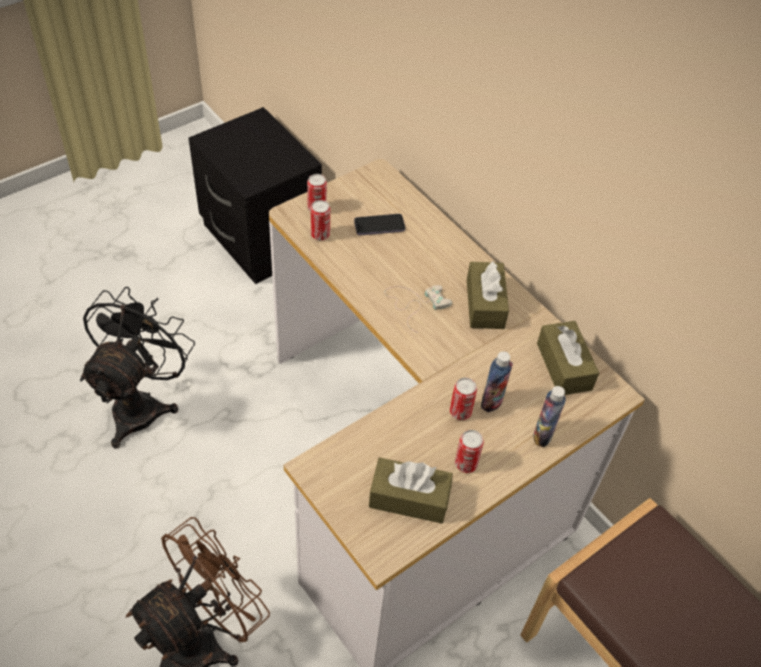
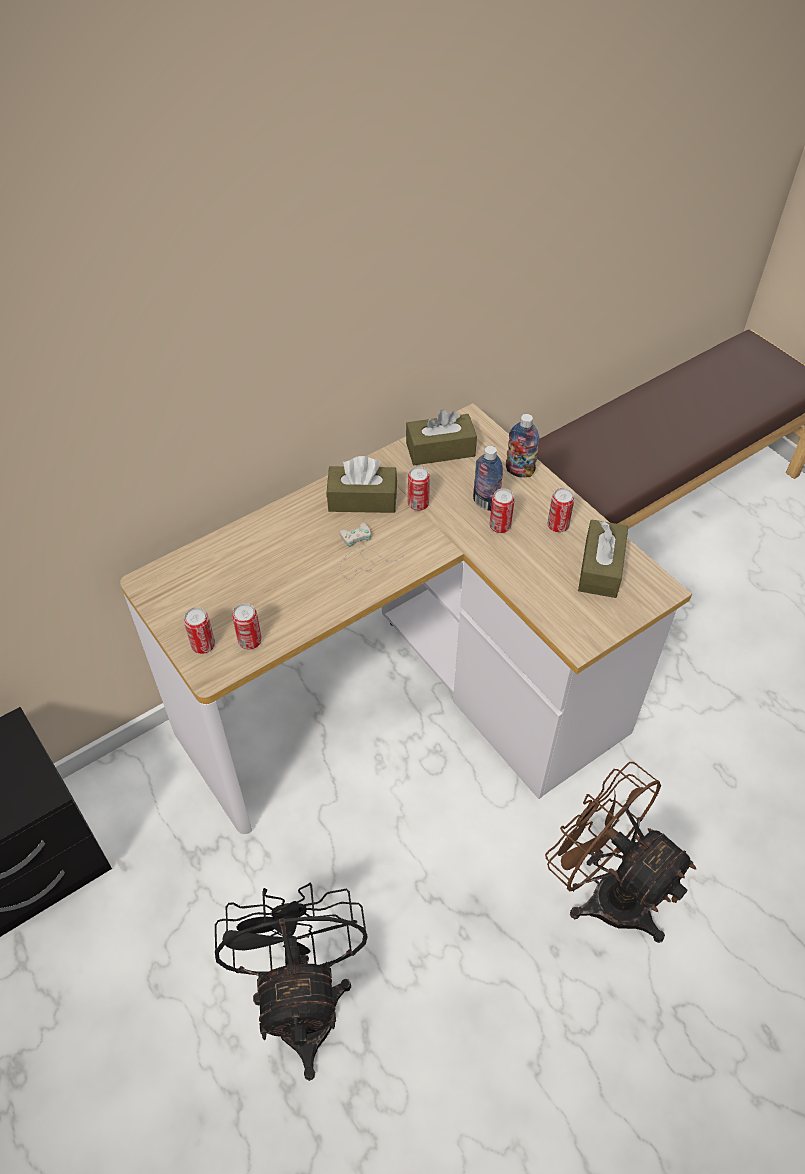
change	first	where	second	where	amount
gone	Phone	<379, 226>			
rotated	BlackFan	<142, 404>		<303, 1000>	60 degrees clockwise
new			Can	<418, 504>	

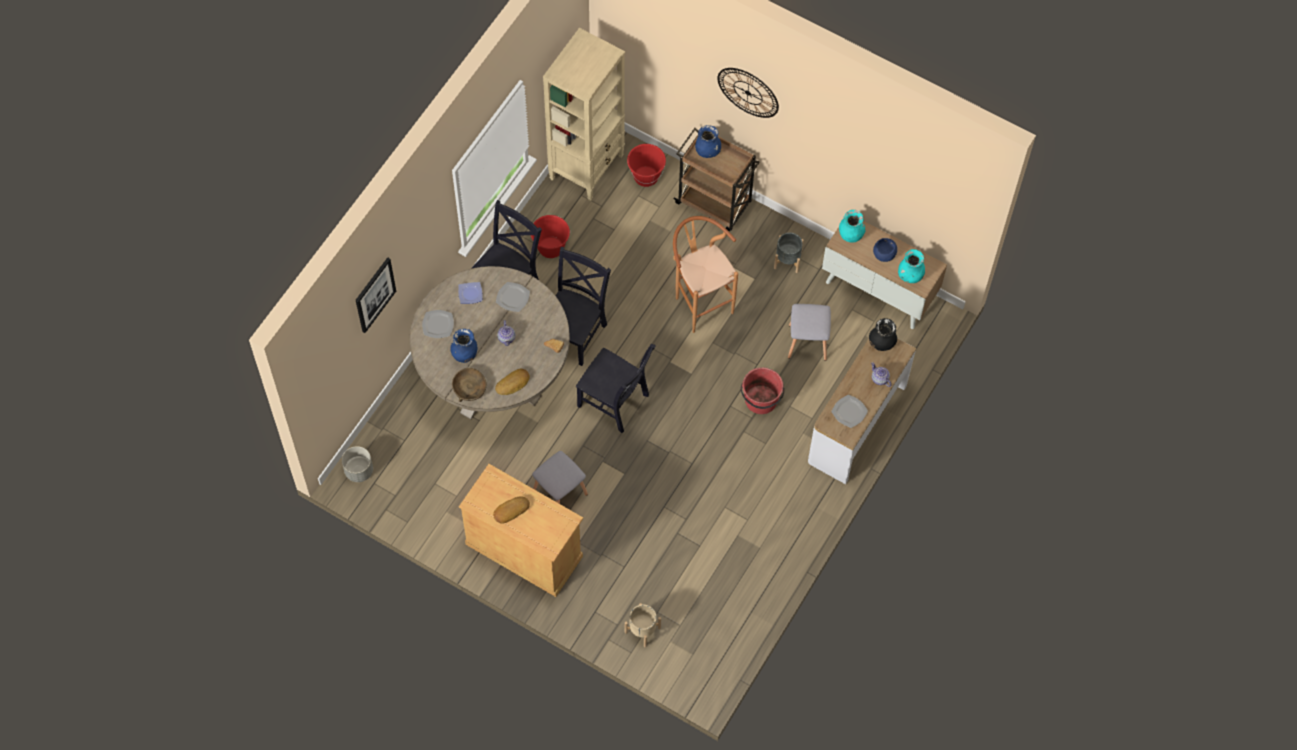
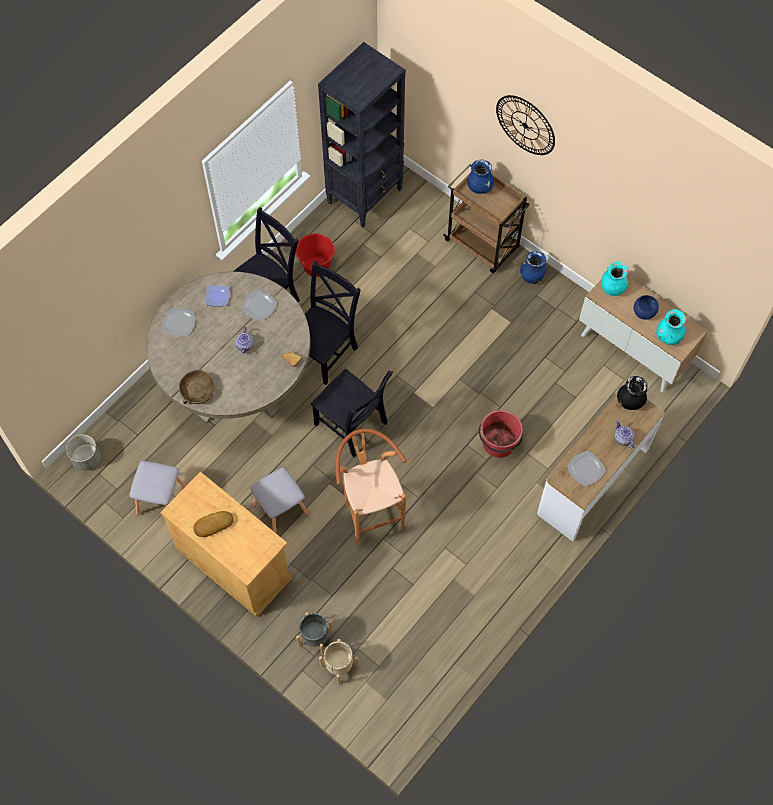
change	first	where	second	where	amount
repainted	BeigeBookcase	<587, 167>	BlackBookcase	<365, 195>	
gone	RedBucket	<646, 176>			
shifted	BrownStool	<700, 302>		<370, 512>	
shifted	GreyPlanter	<787, 260>		<315, 637>	
gone	Picture	<374, 294>			
shifted	GreyStool	<806, 342>		<160, 500>	
shifted	BlueVase	<465, 353>		<532, 276>	
gone	Bread	<513, 384>			

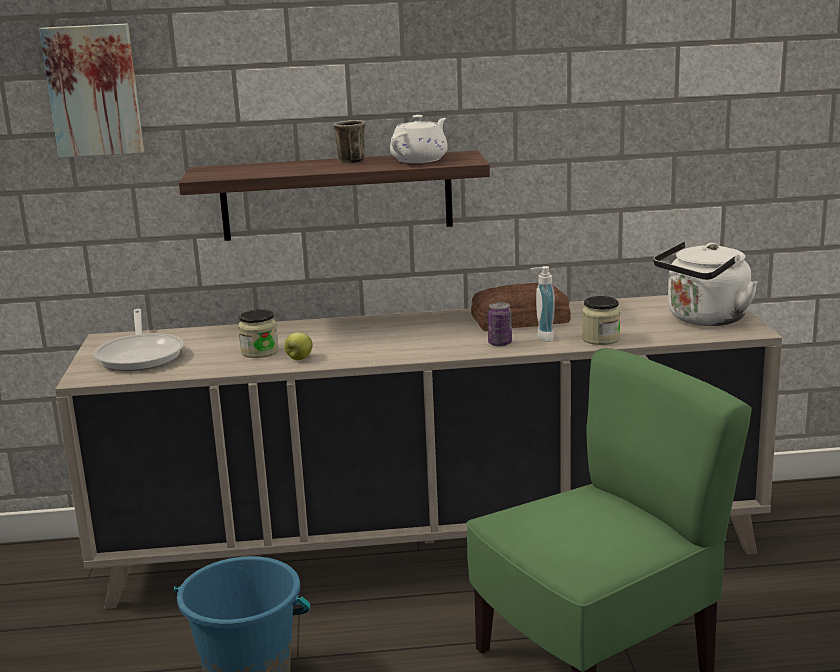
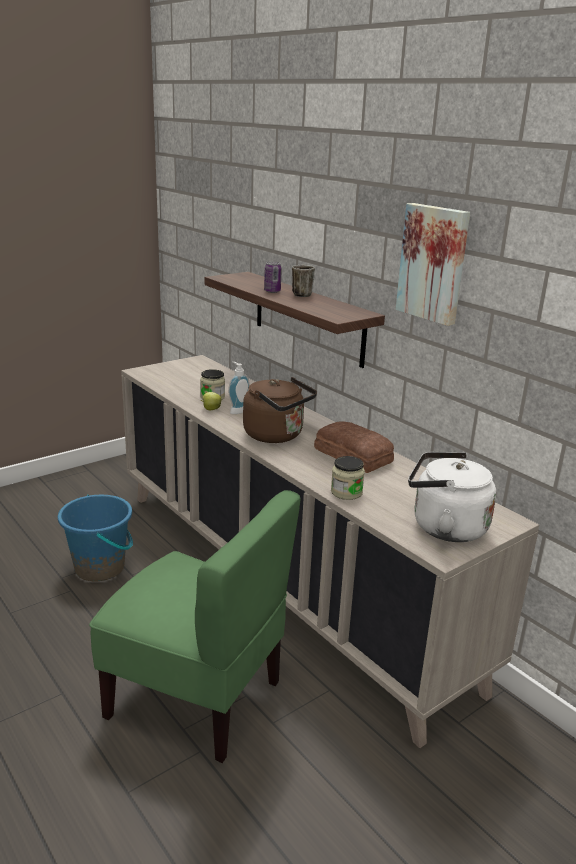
change	first	where	second	where	amount
shifted	Picture	<94, 90>		<434, 263>	
gone	WhiteTeapot	<420, 160>			
shifted	SoapDispenser	<542, 337>		<237, 410>	
shifted	Can	<500, 343>		<272, 291>	
gone	FryingPan	<141, 355>			
new			BrownKettle	<277, 435>	

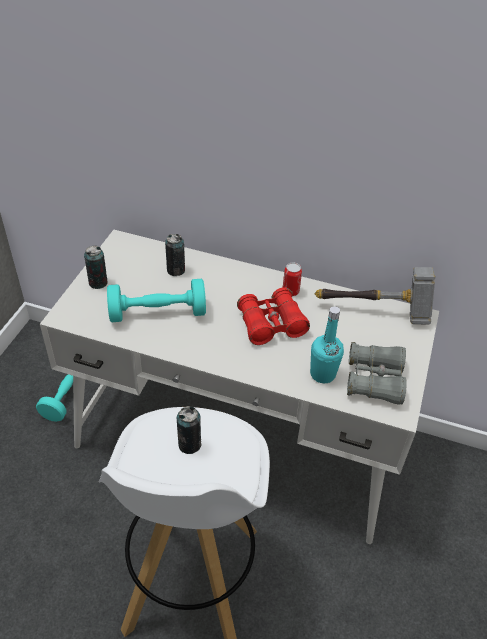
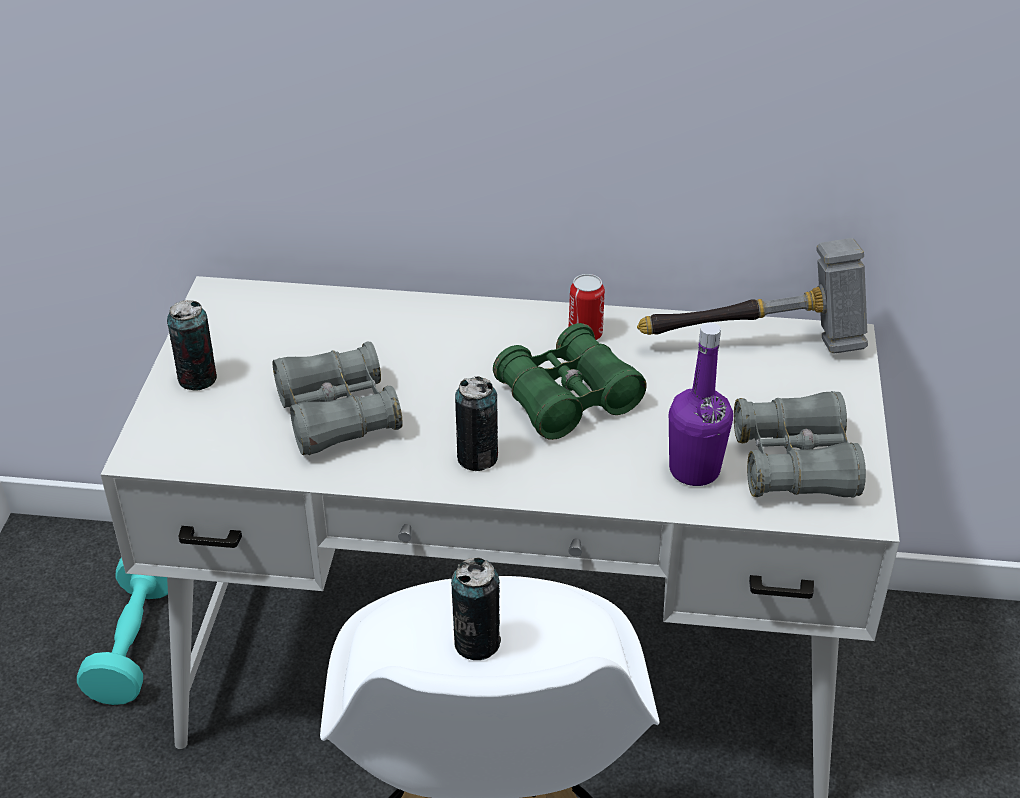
change	first	where	second	where	amount
shifted	Can	<176, 270>		<477, 457>	
swapped	TurquoiseDumbbell	<157, 313>	GreyBinoculars	<337, 415>	
repainted	RedBinoculars	<271, 324>	GreenBinoculars	<567, 398>	
repainted	TurquoiseBottle	<322, 374>	PurpleBottle	<694, 470>	

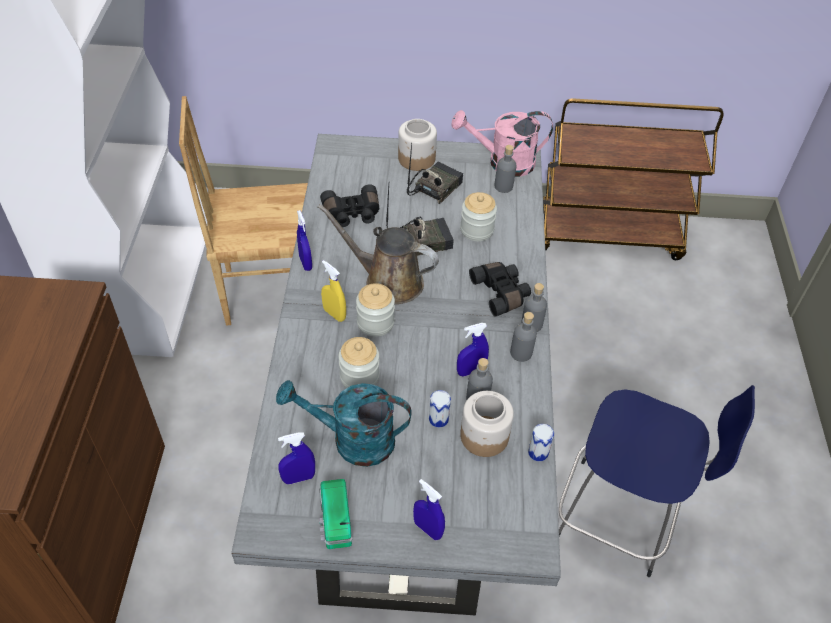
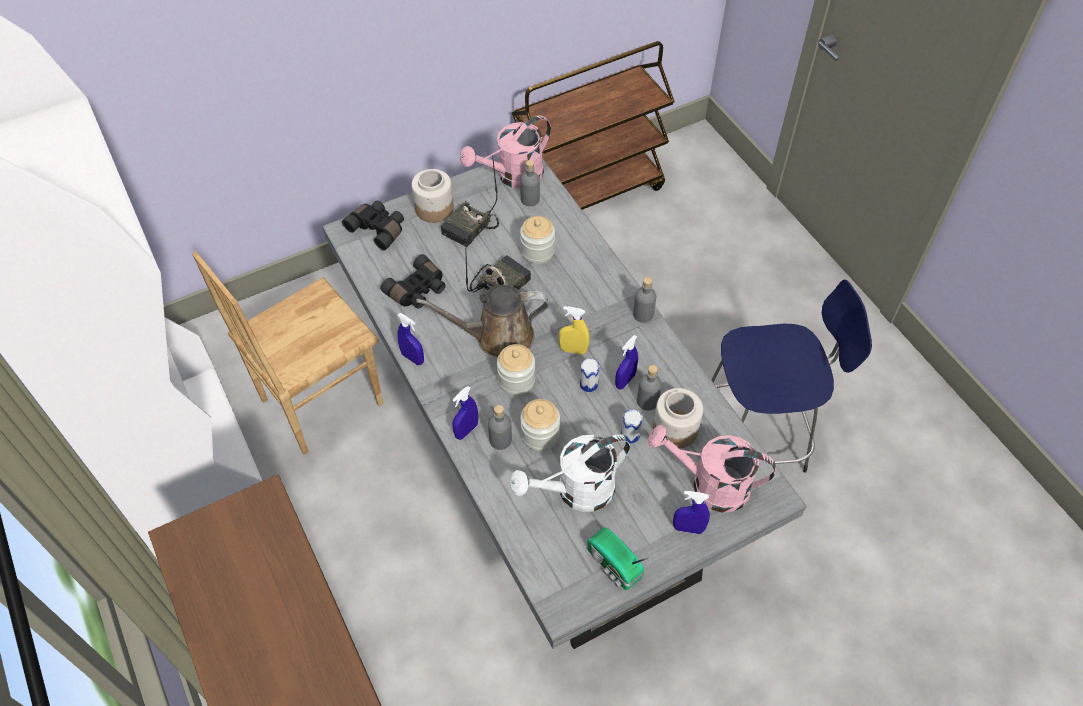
change	first	where	second	where	amount
rotated	Radio	<434, 187>		<470, 229>	150 degrees counterclockwise
shifted	YellowSprayBottle	<334, 314>		<573, 350>	
shifted	BlackBinoculars	<501, 293>		<378, 229>	
shifted	GreyBottle	<521, 353>		<500, 440>	
repainted	TurquoiseWateringCan	<352, 440>	WhiteWateringCan	<576, 492>	
shifted	Can	<538, 452>		<588, 384>	
shifted	BlueSprayBottle	<298, 478>		<466, 430>	
new			PinkWateringCan	<709, 485>	

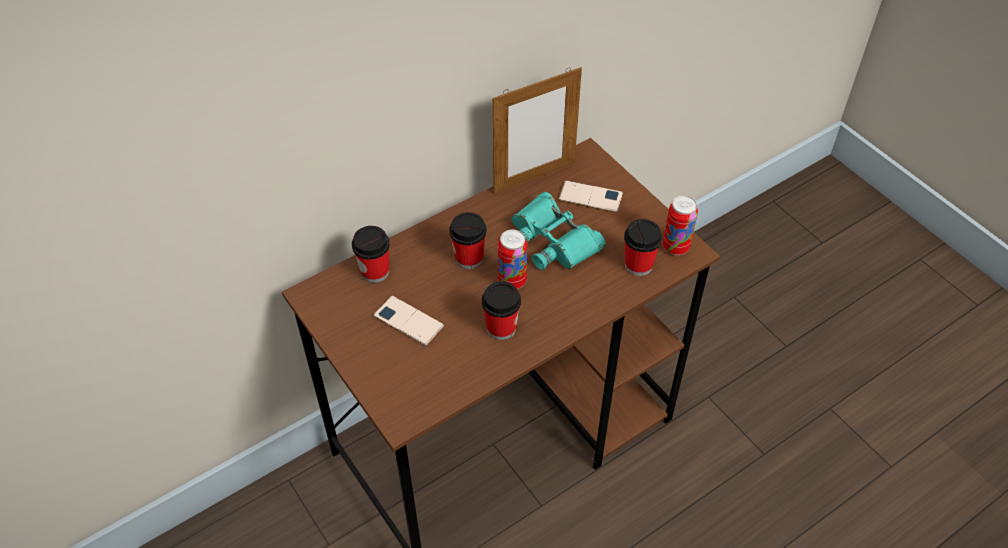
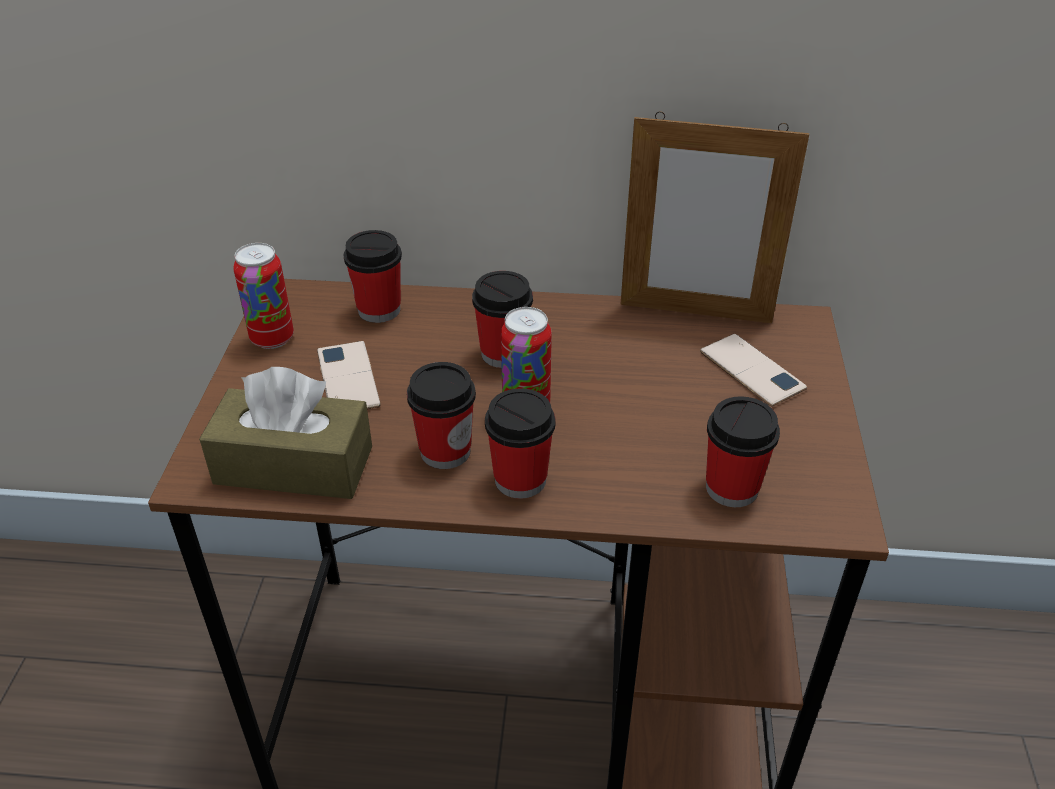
change	first	where	second	where	amount
gone	TurquoiseBinoculars	<552, 240>			
shifted	Can	<675, 247>		<272, 338>	
new			BrownTissueBox	<294, 465>	
new			Cup	<520, 479>	

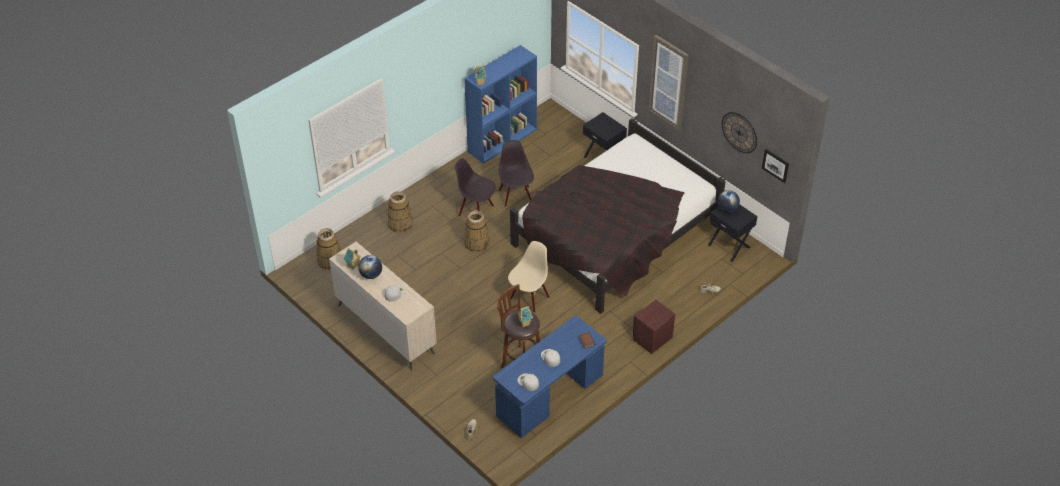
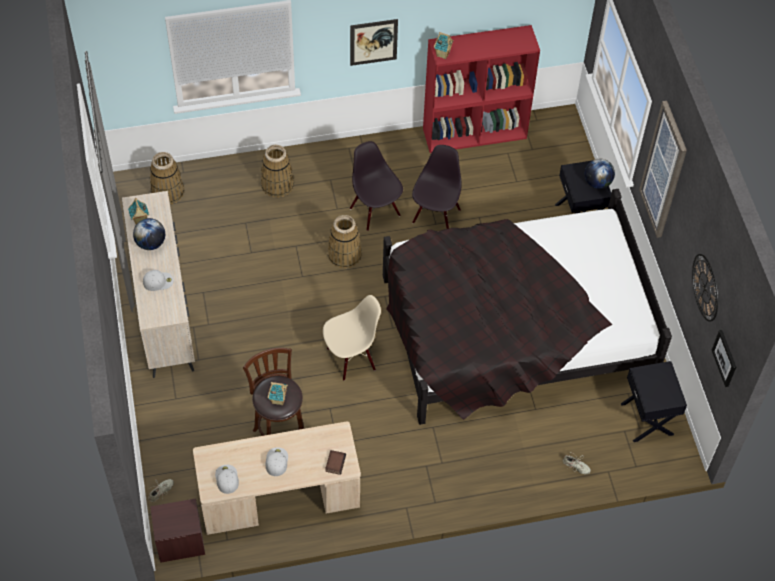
change	first	where	second	where	amount
repainted	BlueBookcase	<502, 140>	RedBookcase	<475, 133>	
shifted	Globe	<727, 209>		<597, 182>	
shifted	BrownNightstand	<652, 338>		<180, 542>	
repainted	BlueDesk	<550, 396>	BeigeDesk	<279, 500>	
new			Picture	<373, 42>	

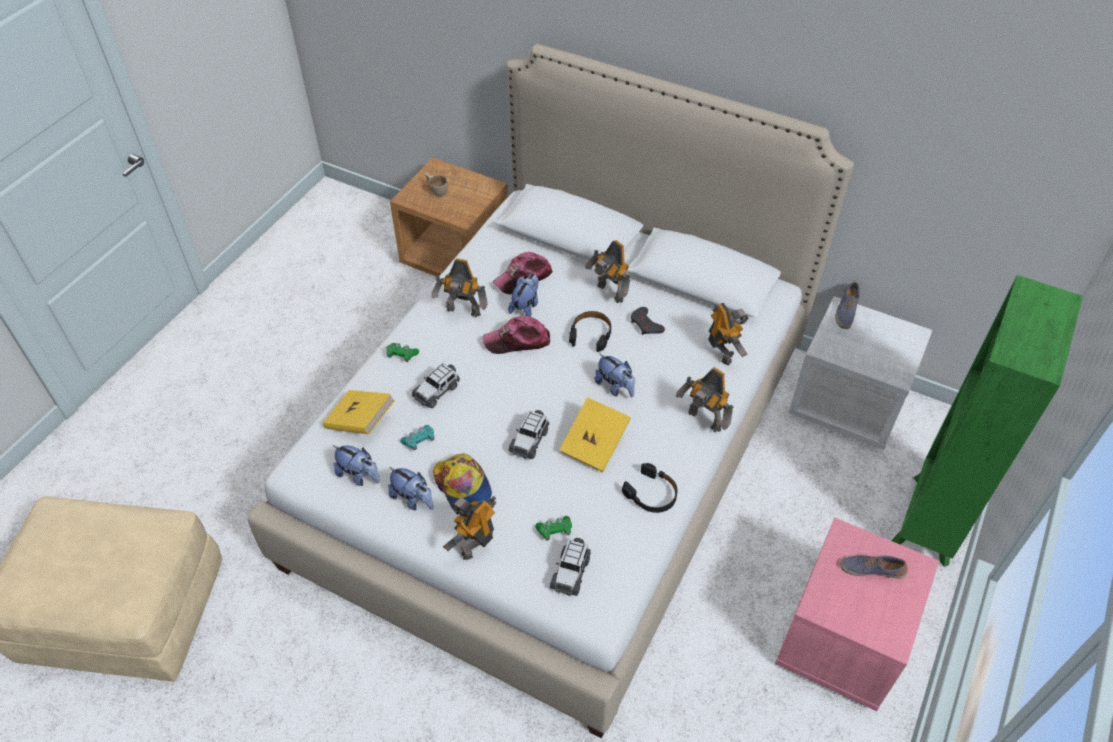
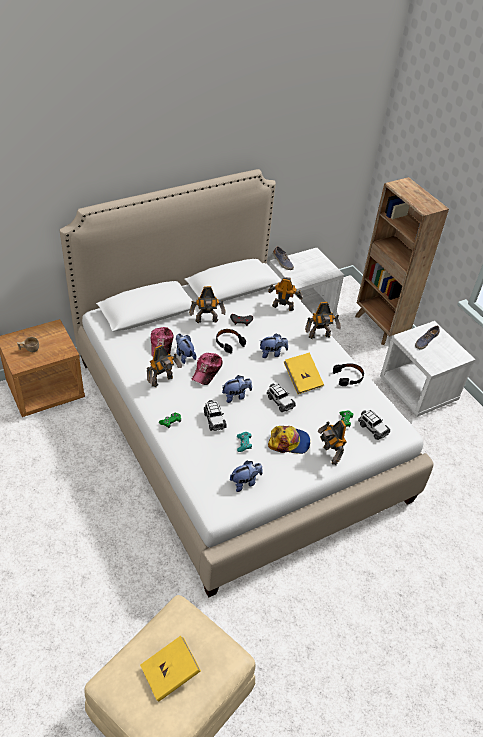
change	first	where	second	where	amount
repainted	GreenBookcase	<929, 521>	BrownBookcase	<380, 327>	
shifted	YellowBook	<361, 422>		<170, 673>	
shifted	PlushToy	<413, 499>		<236, 396>	
repainted	PinkNightstand	<841, 642>	WhiteNightstand	<418, 390>	

